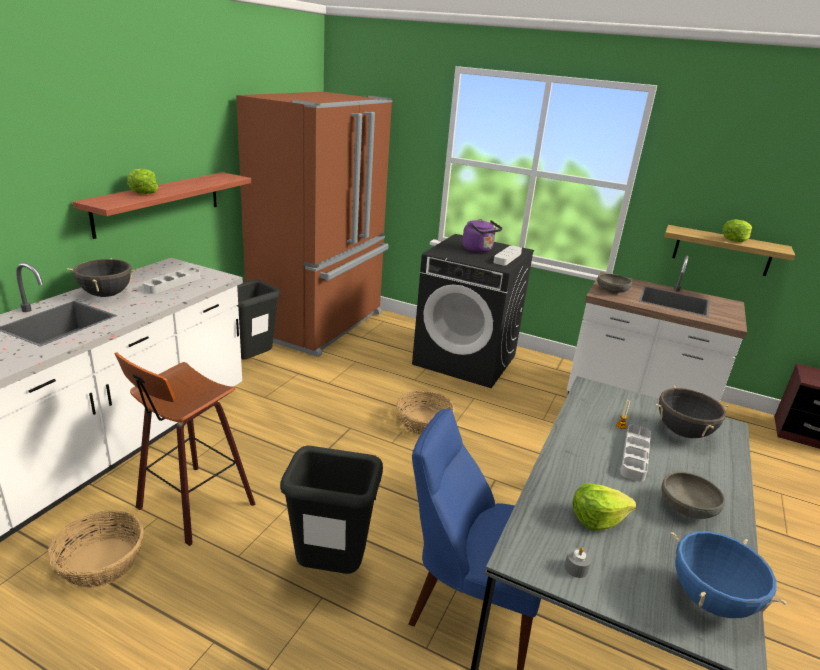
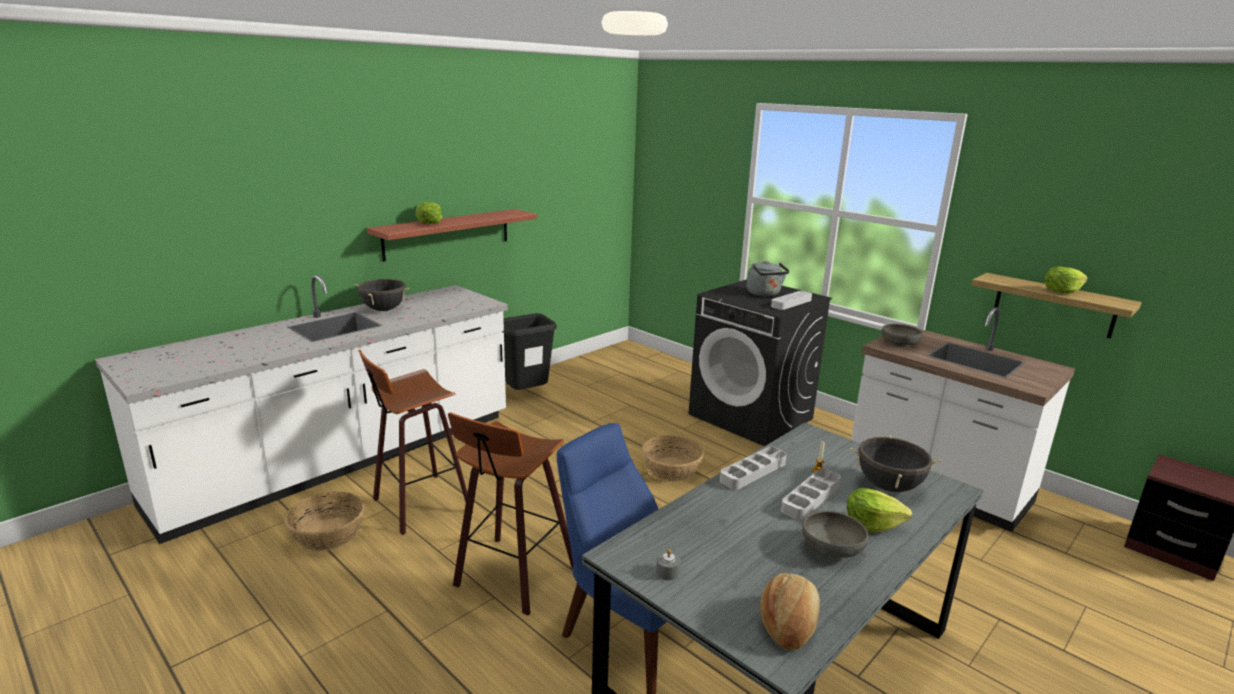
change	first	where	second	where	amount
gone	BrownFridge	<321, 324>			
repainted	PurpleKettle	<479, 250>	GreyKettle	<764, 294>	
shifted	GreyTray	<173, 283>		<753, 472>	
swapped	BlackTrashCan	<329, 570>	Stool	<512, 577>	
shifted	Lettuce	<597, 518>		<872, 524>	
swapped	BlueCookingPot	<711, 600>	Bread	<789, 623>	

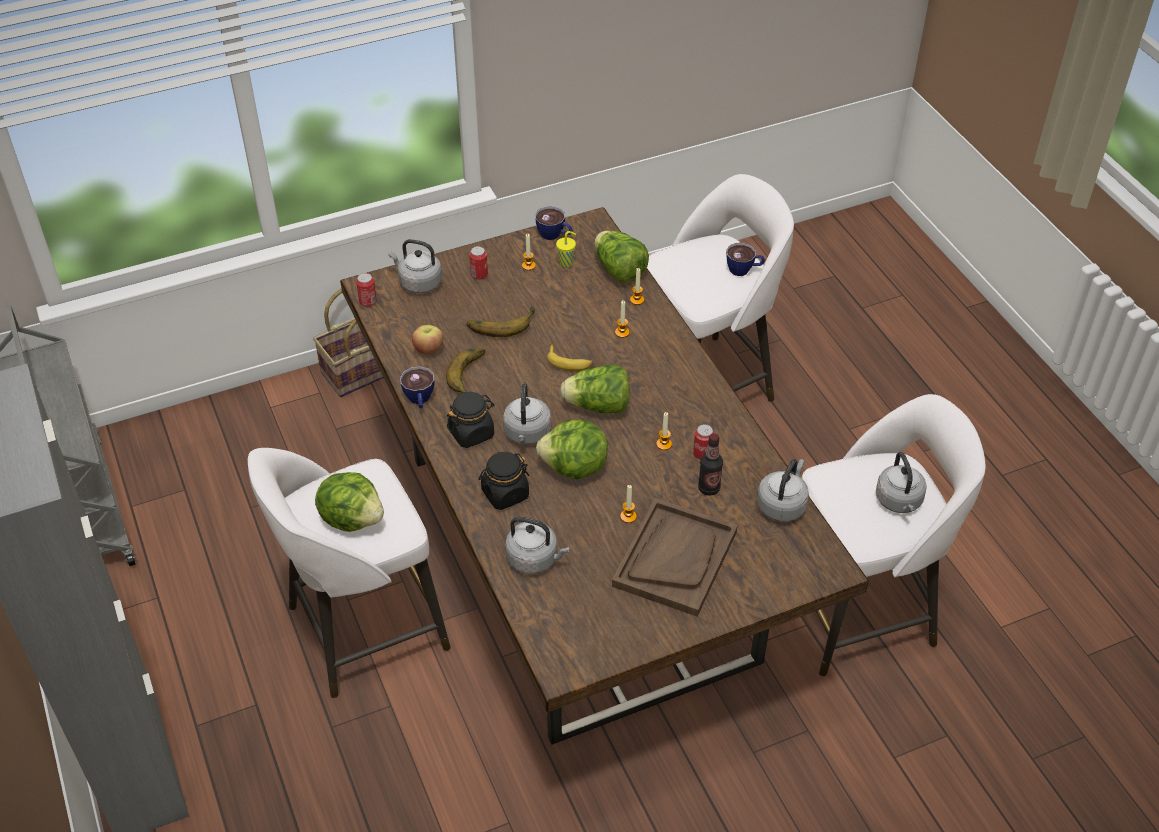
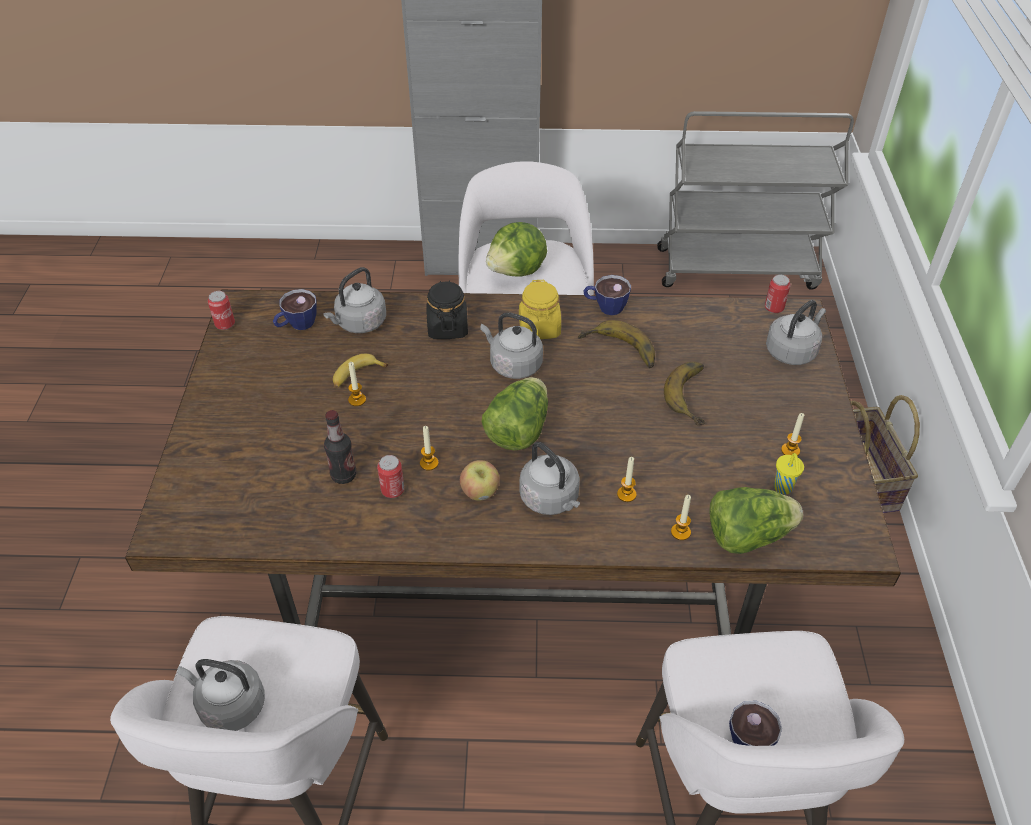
change	first	where	second	where	amount
shifted	Cup	<554, 235>		<297, 325>	
shifted	Can	<479, 275>		<225, 324>	
shifted	Apple	<428, 349>		<480, 492>	
shifted	Banana	<569, 362>		<356, 376>	
repainted	BlackJar	<471, 433>	YellowJar	<539, 328>	
gone	Lettuce	<574, 468>			
shifted	GreyKettle	<782, 505>		<551, 499>	
gone	BrownTray	<675, 558>			

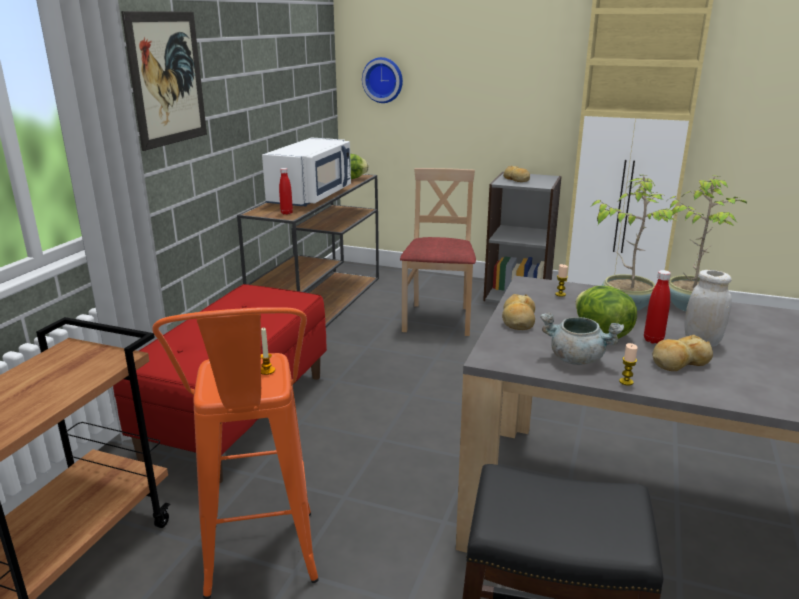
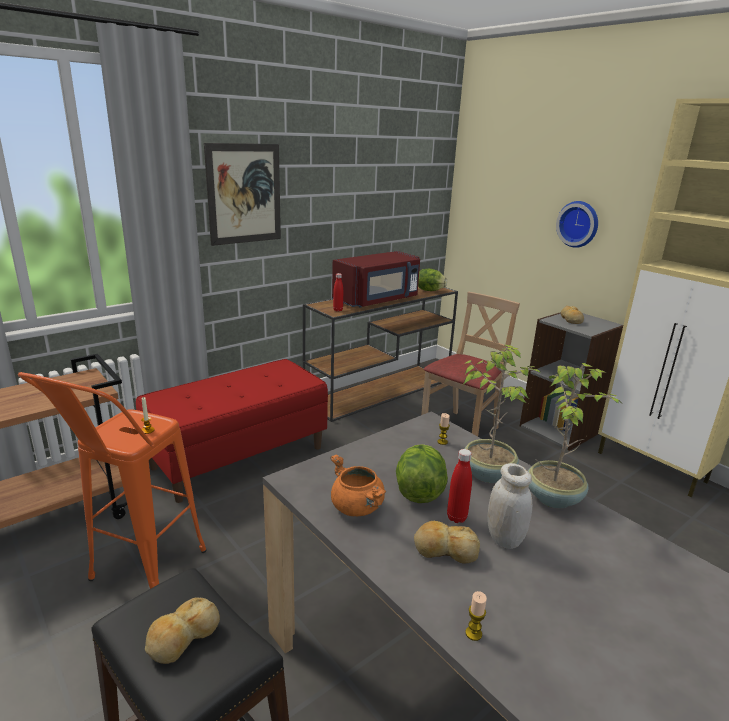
change	first	where	second	where	amount
shifted	WallClock	<383, 80>		<578, 224>	
repainted	WhiteMicrowave	<312, 196>	RedMicrowave	<377, 300>	
shifted	Bread	<518, 320>		<182, 637>	
repainted	GreyCookingPot	<577, 359>	OrangeCookingPot	<357, 507>	
shifted	Candle	<626, 382>		<473, 633>	

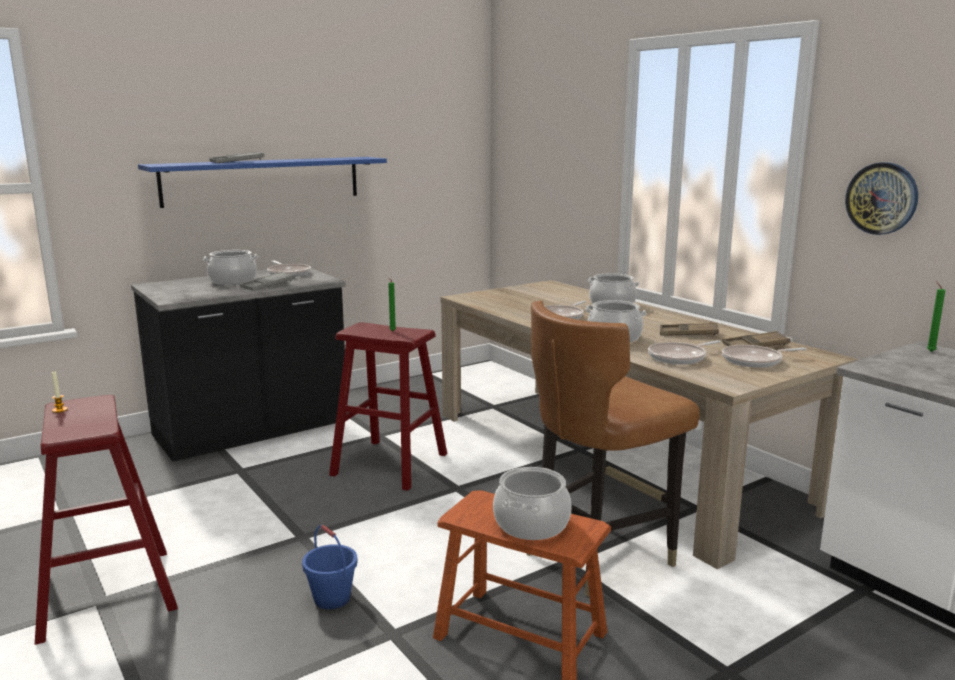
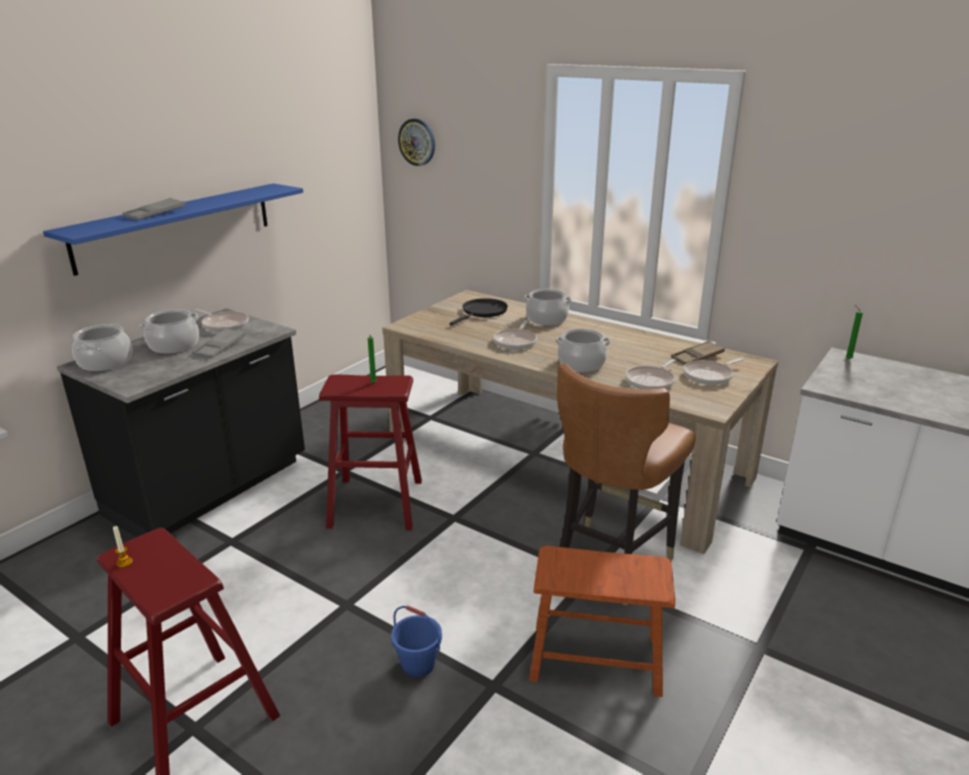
change	first	where	second	where	amount
shifted	WallClock	<882, 198>		<417, 142>	
gone	BrownTray	<688, 334>			
shifted	CookingPot	<531, 524>		<105, 362>	
new			BlackFryingPan	<483, 312>	

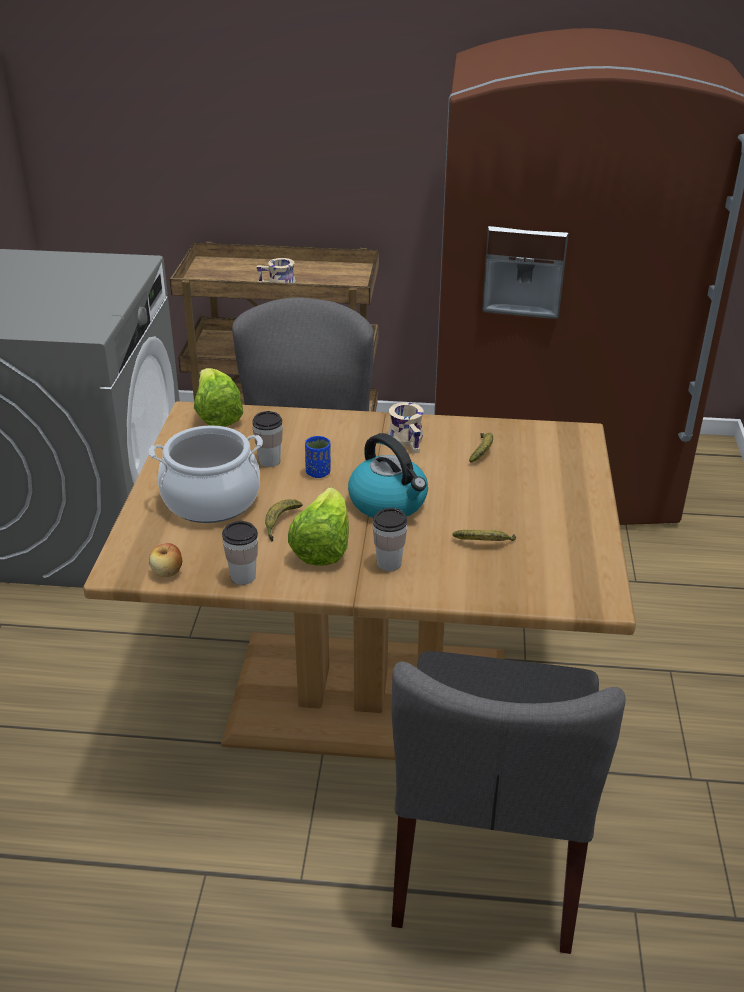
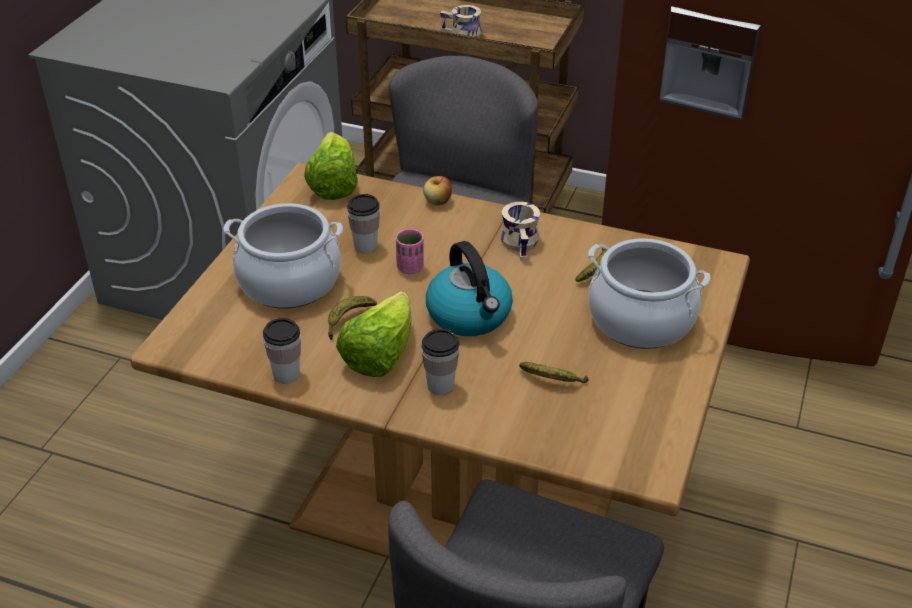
change	first	where	second	where	amount
repainted	BlueCup	<318, 473>	PinkCup	<410, 268>	
shifted	Apple	<167, 572>		<438, 202>	
new			CookingPot	<641, 320>	

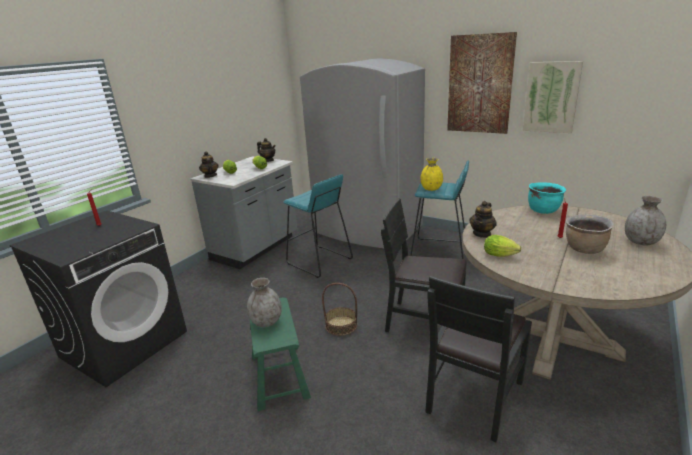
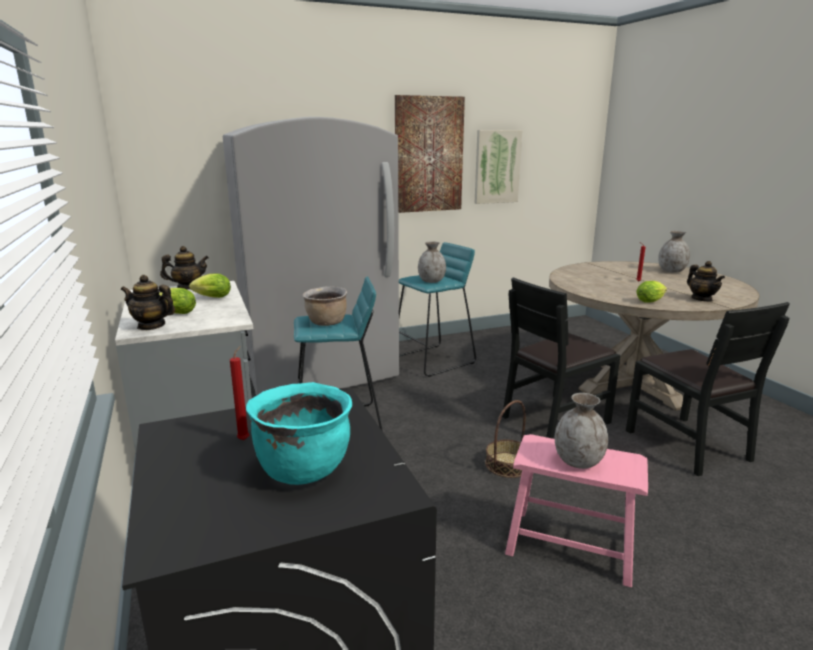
change	first	where	second	where	amount
repainted	YellowVase	<431, 189>	GreyVase	<431, 281>	
shifted	TurquoiseCookingPot	<543, 210>		<303, 468>	
shifted	Teapot	<482, 234>		<701, 299>	
shifted	BrownCookingPot	<584, 249>		<326, 323>	
repainted	GreenStool	<279, 376>	PinkStool	<570, 545>	

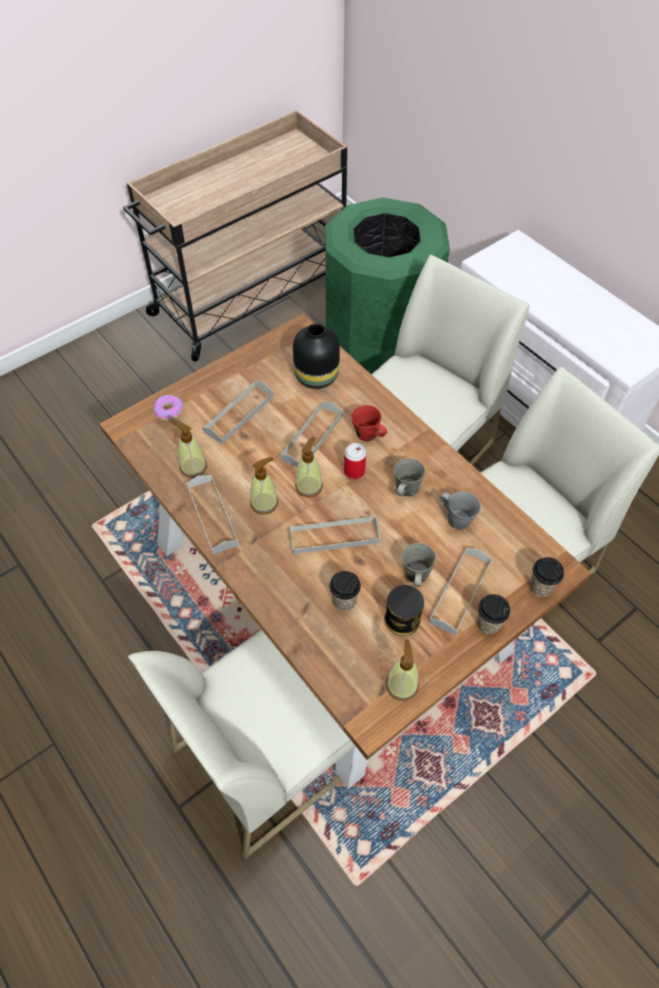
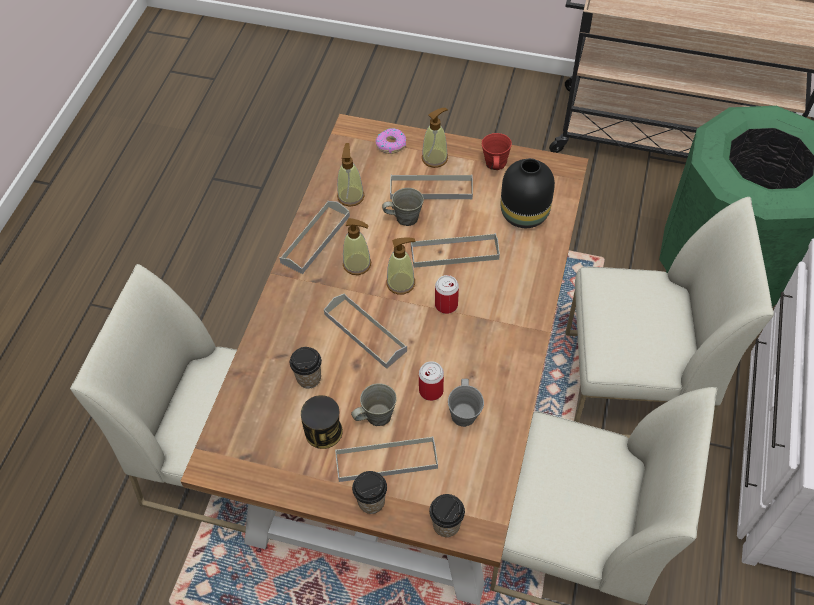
change	first	where	second	where	amount
shifted	RedMug	<367, 435>		<495, 164>	
shifted	GreyMug	<406, 489>		<405, 218>	
shifted	SoapDispenser	<402, 685>		<435, 158>	
new			Can	<431, 390>	

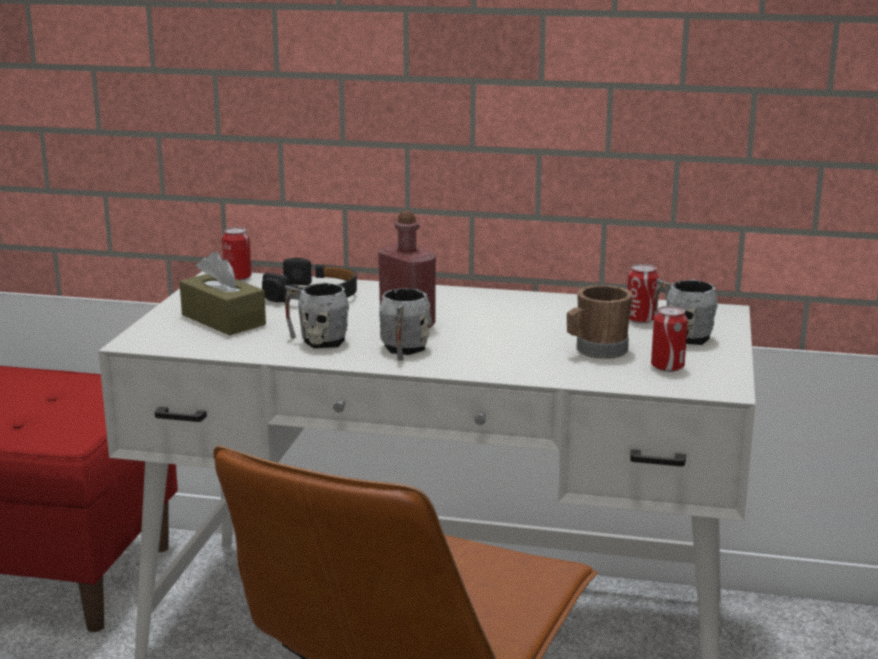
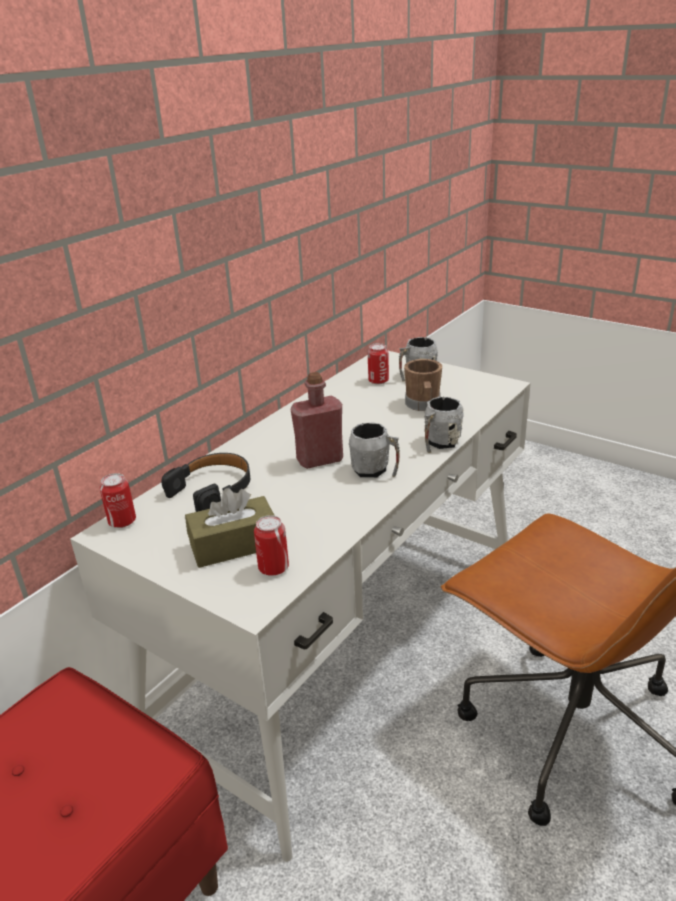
change	first	where	second	where	amount
shifted	GreyMug	<317, 341>		<439, 444>	
shifted	Can	<667, 367>		<273, 568>	

